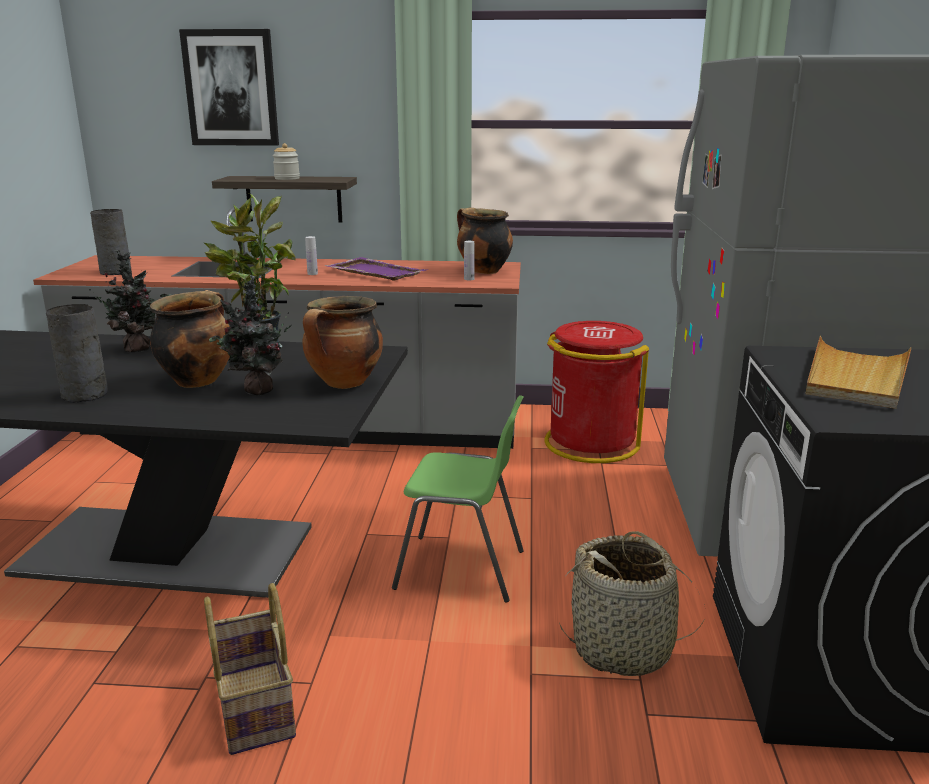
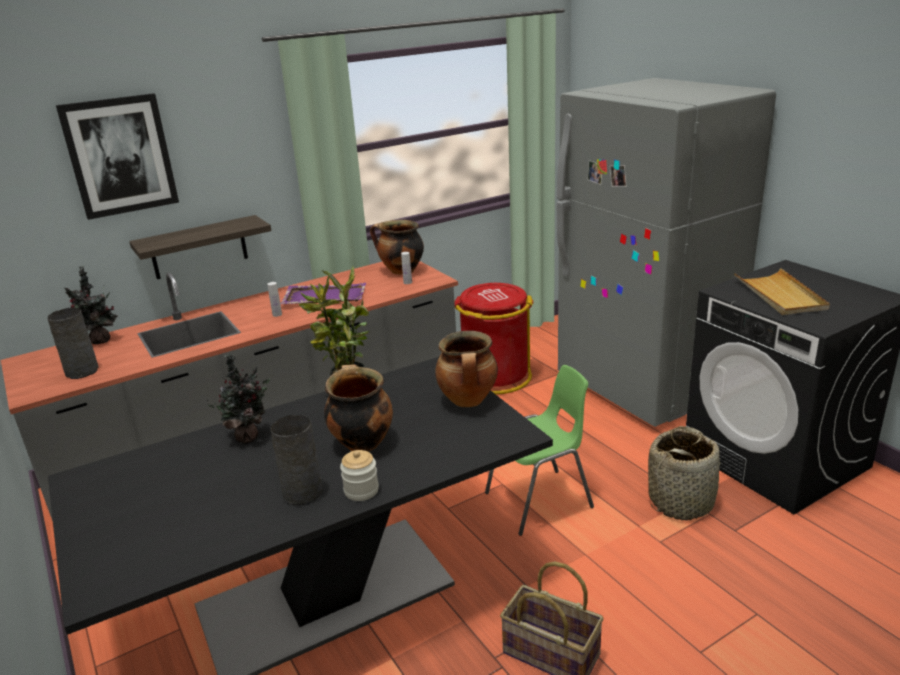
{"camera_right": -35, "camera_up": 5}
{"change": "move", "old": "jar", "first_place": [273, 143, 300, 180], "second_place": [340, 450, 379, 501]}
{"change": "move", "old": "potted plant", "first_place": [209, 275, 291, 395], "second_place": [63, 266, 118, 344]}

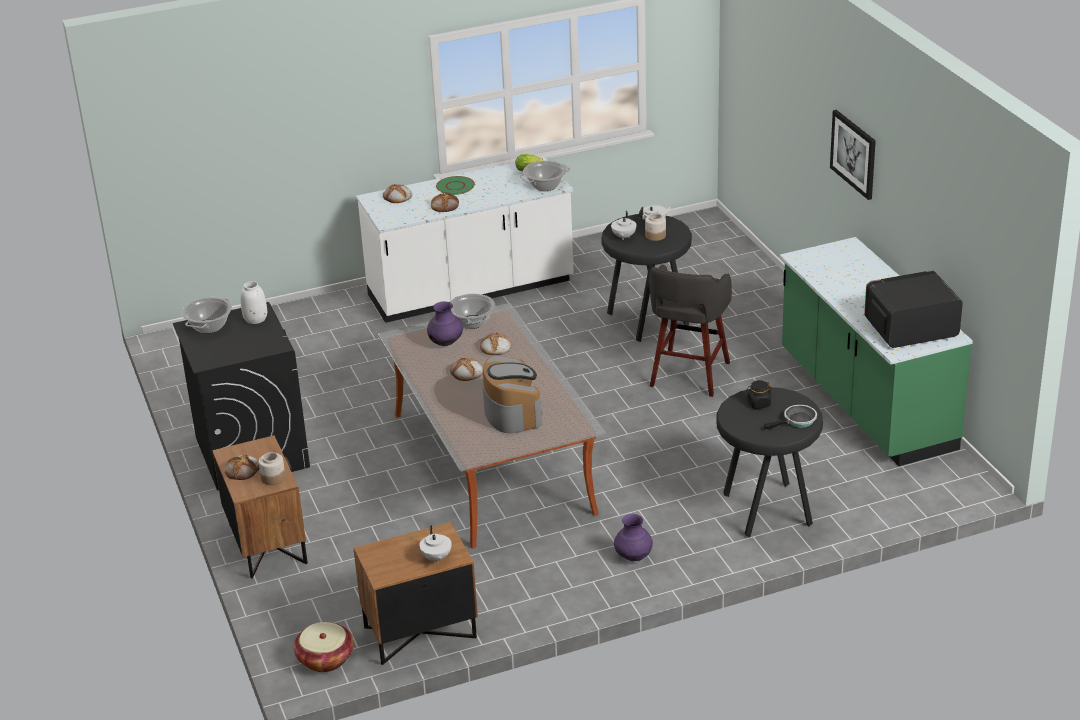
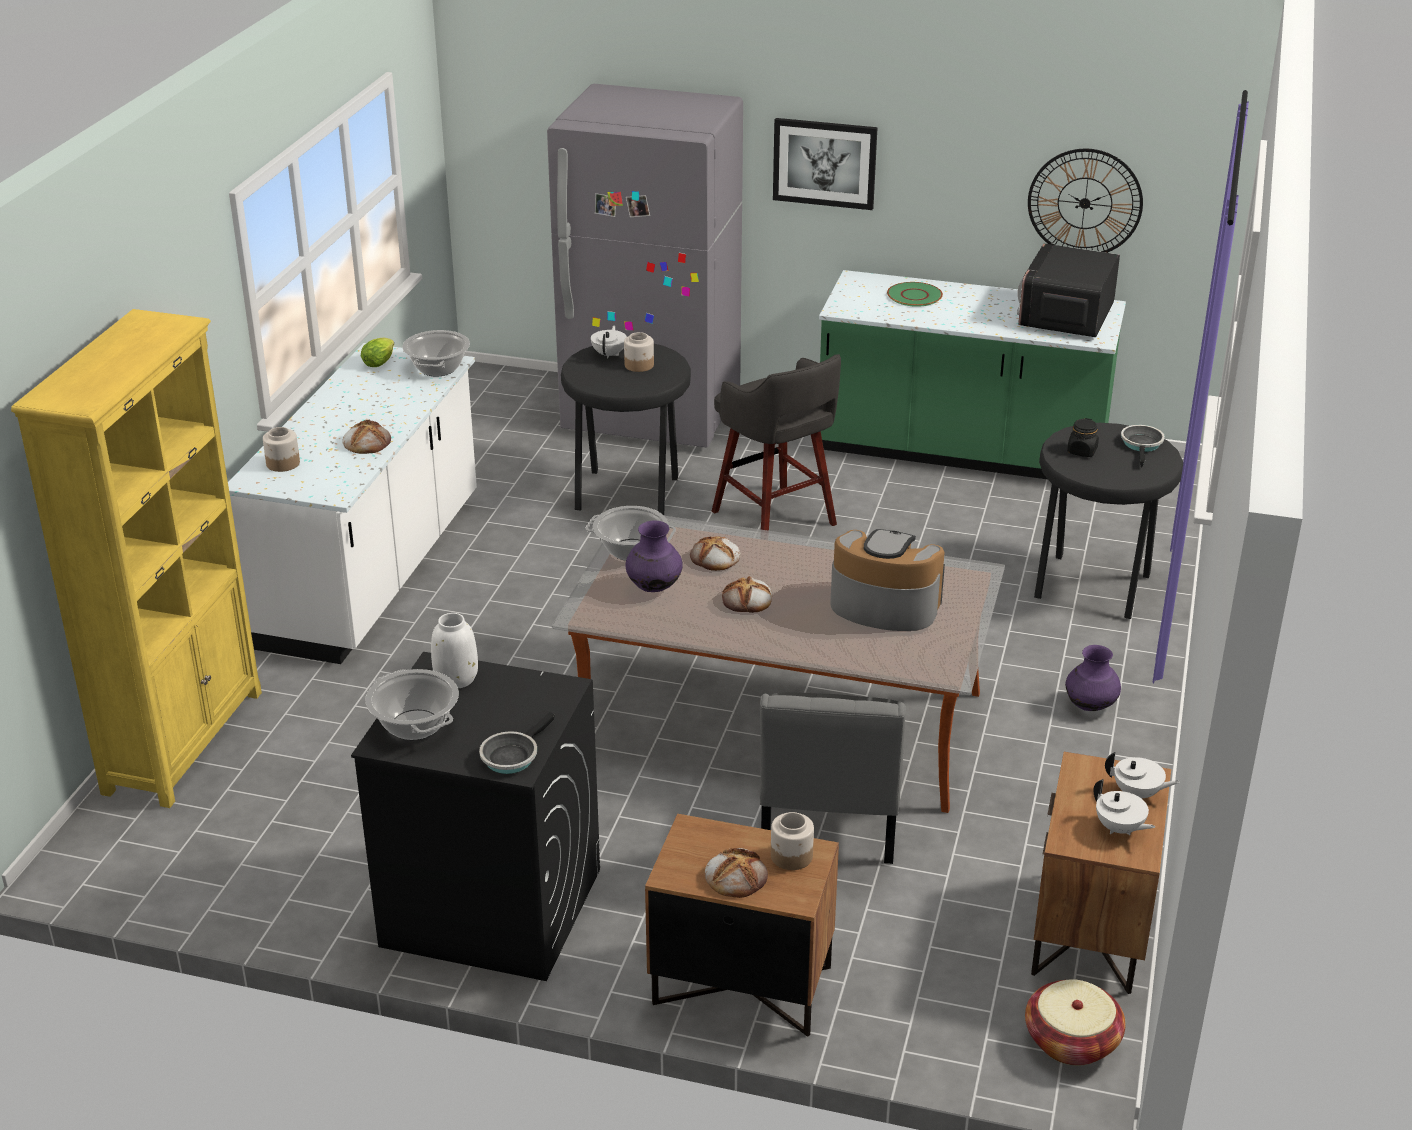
{"camera_right": -55, "camera_up": 0}
{"change": "move", "old": "green plate", "first_place": [436, 176, 475, 195], "second_place": [887, 282, 943, 307]}
{"change": "replace", "old": "bread", "new": "jar", "first_place": [383, 184, 412, 203], "second_place": [263, 427, 300, 472]}
{"change": "move", "old": "white teapot", "first_place": [611, 211, 637, 240], "second_place": [1093, 779, 1155, 835]}
{"change": "insert", "new": "grey fridge", "second_place": [547, 84, 743, 448]}
{"change": "insert", "new": "wall clock", "second_place": [1028, 149, 1143, 253]}
{"change": "insert", "new": "yellow bookcase", "second_place": [11, 309, 262, 808]}
{"change": "insert", "new": "grey chair", "second_place": [760, 692, 906, 864]}
{"change": "insert", "new": "frying pan", "second_place": [479, 712, 554, 774]}

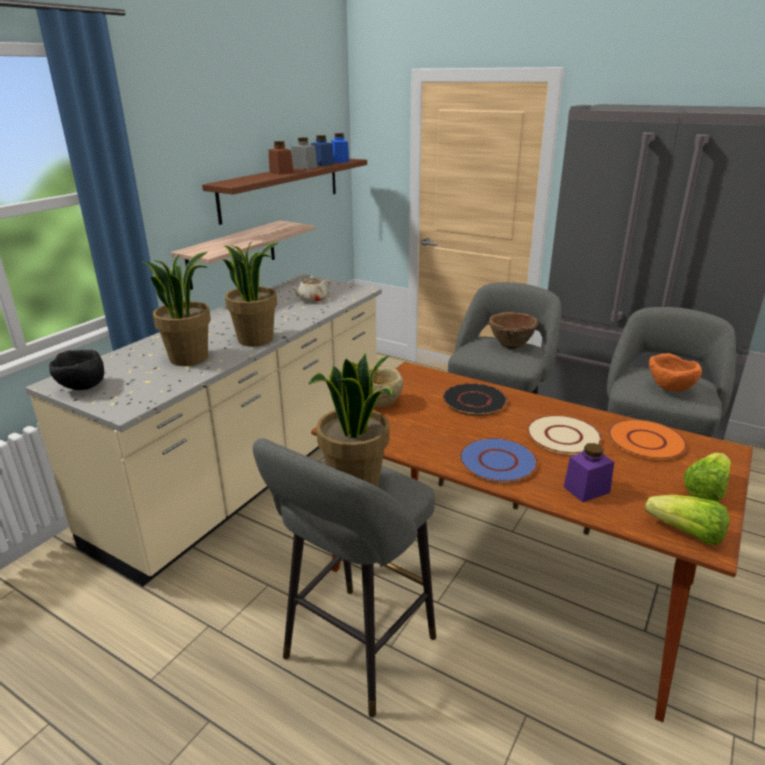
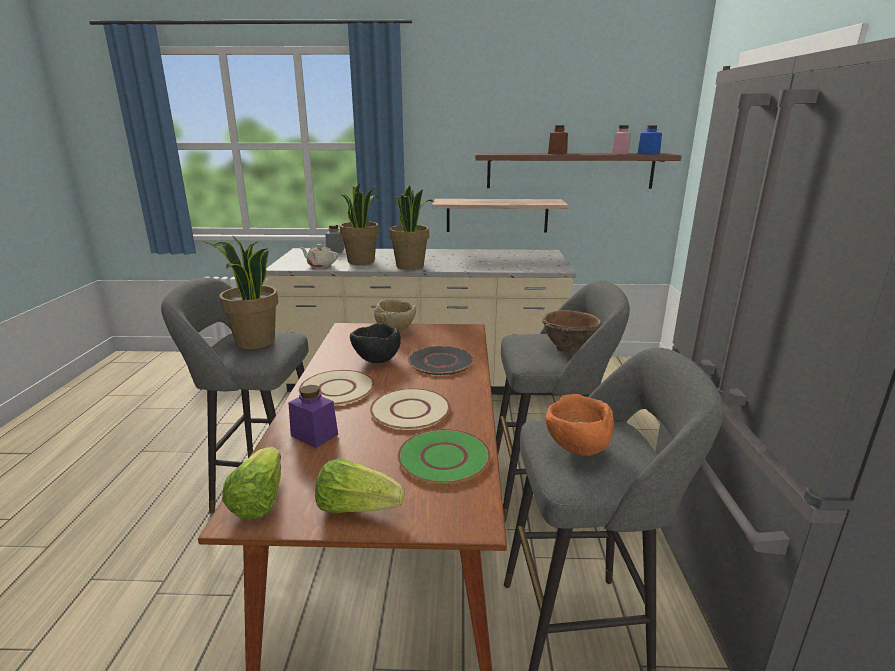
{"camera_right": 60, "camera_up": -5}
{"change": "recolor", "old": "blue jar", "new": "pink jar", "first_place": [311, 135, 334, 166], "second_place": [612, 125, 631, 154]}
{"change": "move", "old": "grey jar", "first_place": [292, 138, 317, 169], "second_place": [325, 225, 344, 253]}
{"change": "move", "old": "beige teapot", "first_place": [291, 277, 331, 302], "second_place": [300, 244, 339, 268]}
{"change": "move", "old": "black bowl", "first_place": [49, 349, 104, 390], "second_place": [350, 323, 401, 363]}
{"change": "recolor", "old": "orange plate", "new": "green plate", "first_place": [608, 419, 687, 460], "second_place": [397, 429, 491, 484]}
{"change": "recolor", "old": "blue plate", "new": "beige plate", "first_place": [459, 438, 538, 483], "second_place": [299, 370, 374, 406]}

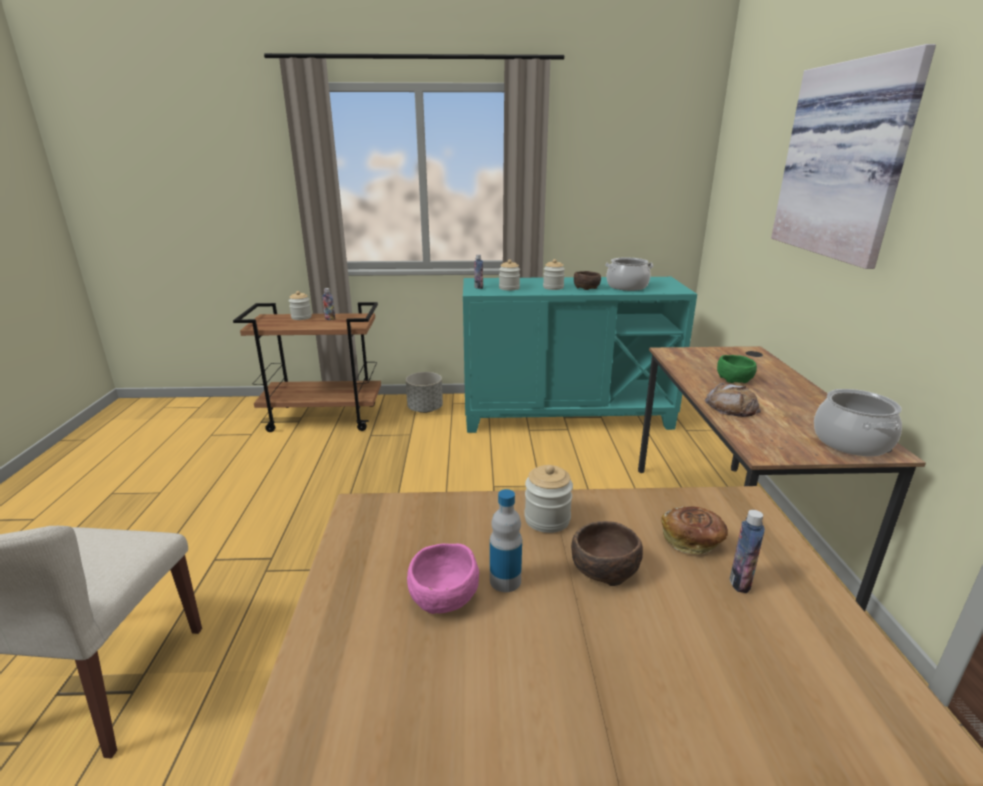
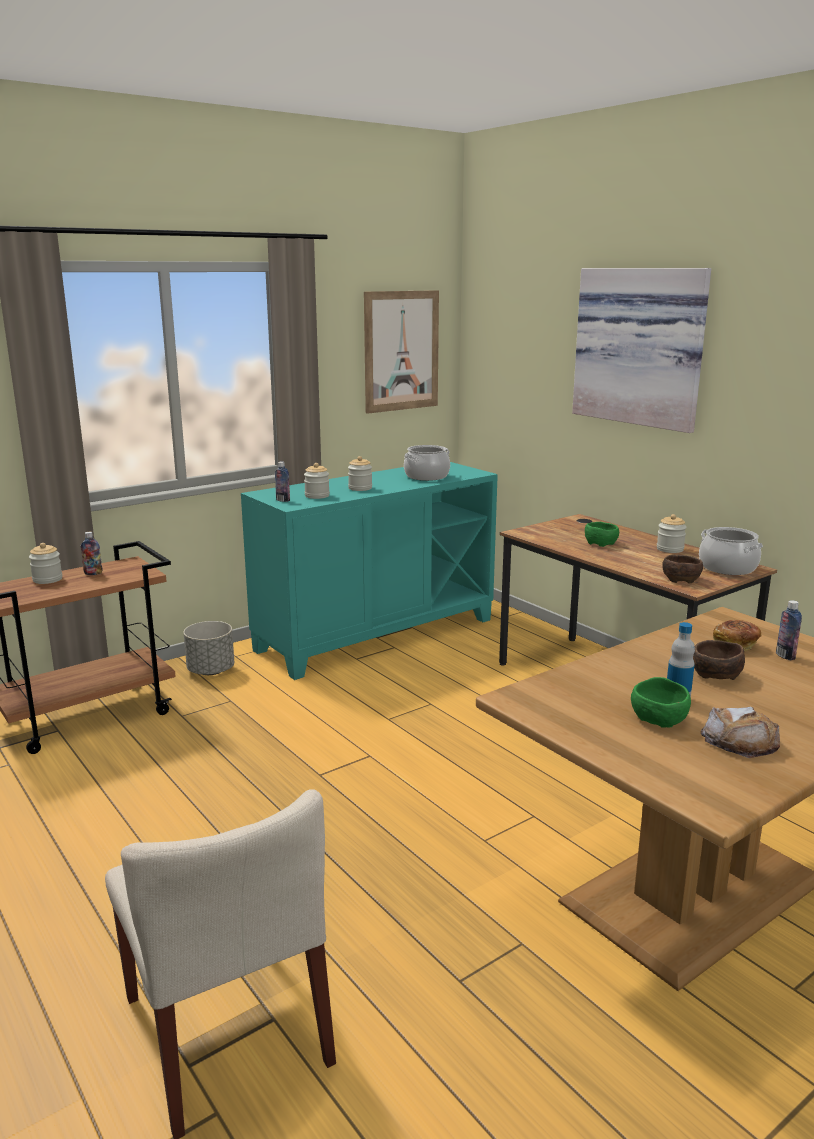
{"camera_right": -35, "camera_up": -5}
{"change": "move", "old": "brown bowl", "first_place": [574, 271, 601, 290], "second_place": [662, 555, 703, 583]}
{"change": "move", "old": "bread", "first_place": [705, 383, 761, 417], "second_place": [701, 707, 780, 758]}
{"change": "move", "old": "jar", "first_place": [524, 465, 573, 533], "second_place": [657, 514, 687, 553]}
{"change": "recolor", "old": "pink bowl", "new": "green bowl", "first_place": [407, 544, 479, 614], "second_place": [631, 677, 691, 728]}
{"change": "insert", "new": "picture", "second_place": [364, 290, 439, 414]}

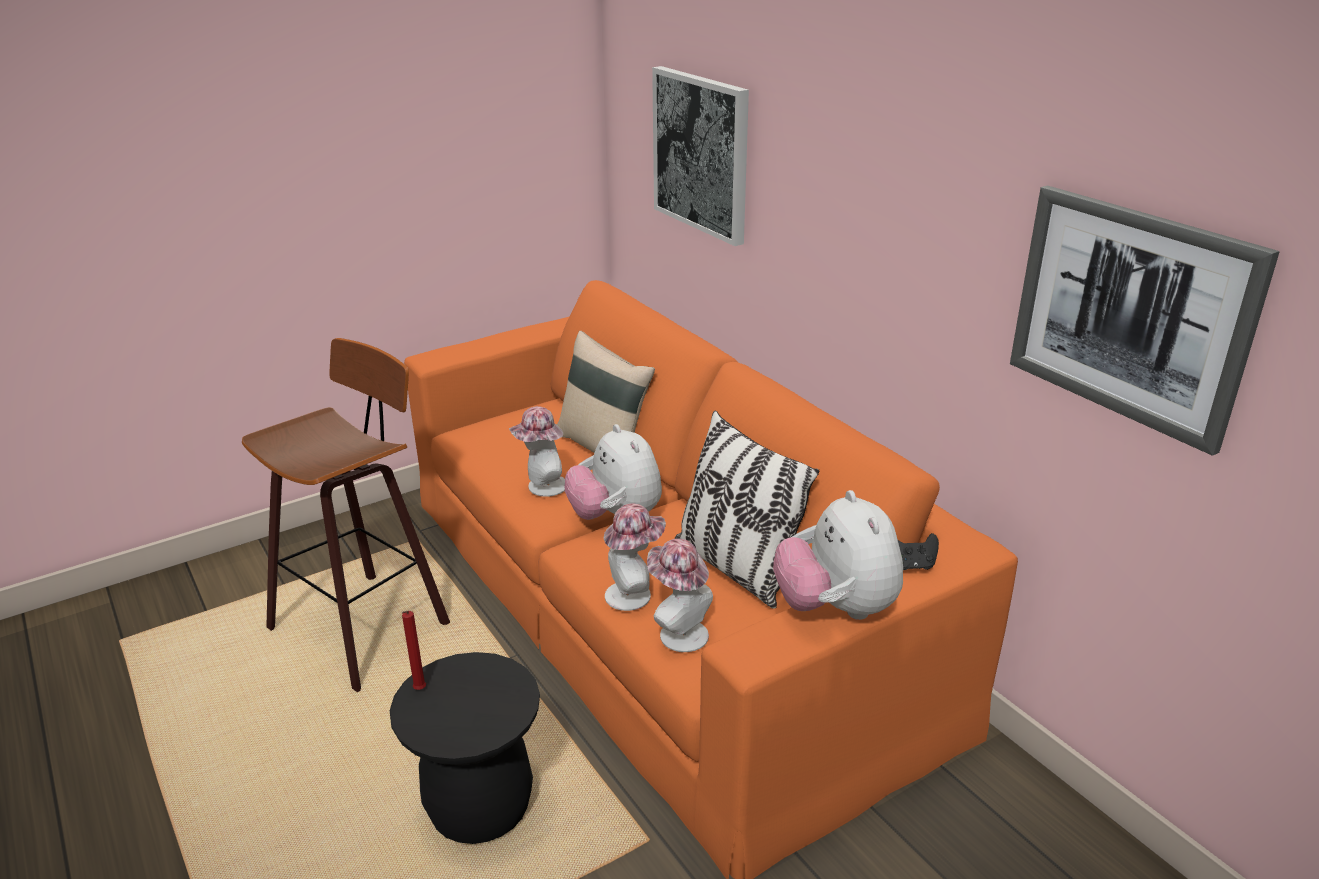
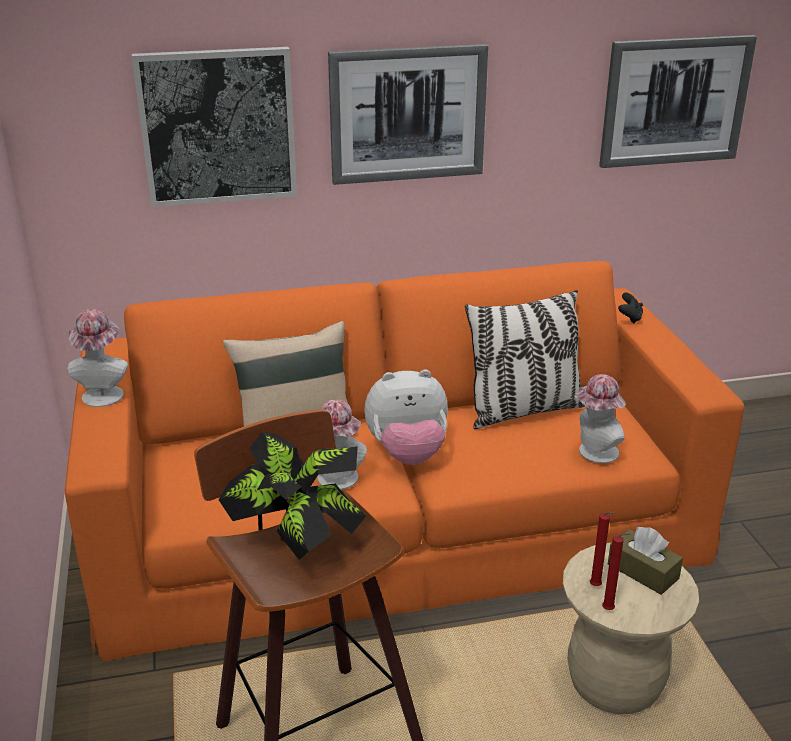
{"camera_right": -70, "camera_up": 0}
{"change": "delete", "old": "plush toy", "first_place": [773, 490, 903, 620]}
{"change": "move", "old": "hat", "first_place": [604, 503, 666, 611], "second_place": [68, 309, 128, 407]}
{"change": "recolor", "old": "black stool", "new": "beige stool", "first_place": [390, 652, 540, 844], "second_place": [563, 542, 699, 714]}
{"change": "insert", "new": "picture", "second_place": [328, 44, 488, 185]}
{"change": "insert", "new": "potted plant", "second_place": [219, 432, 367, 560]}
{"change": "insert", "new": "red candle", "second_place": [590, 512, 615, 586]}
{"change": "insert", "new": "brown tissue box", "second_place": [608, 527, 683, 595]}

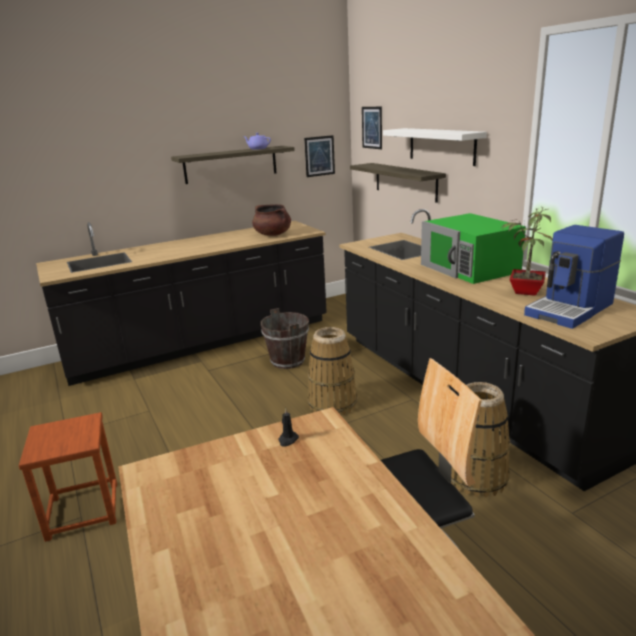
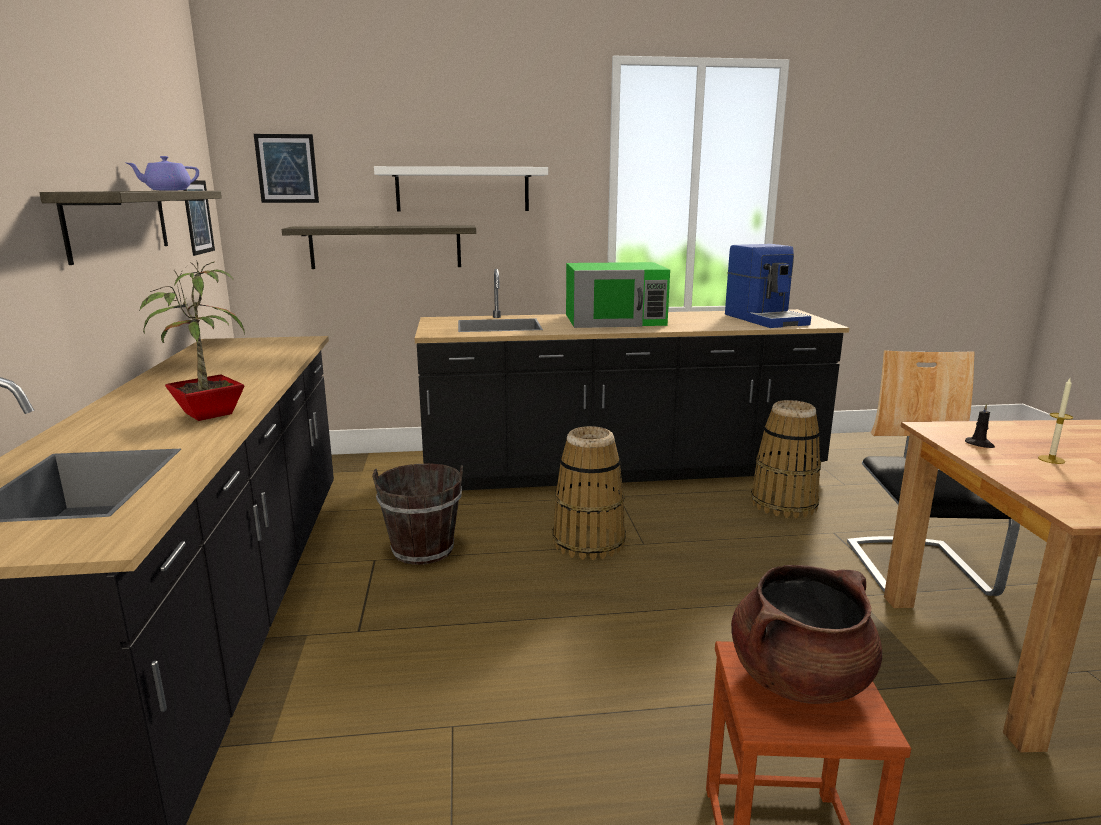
{"camera_right": -70, "camera_up": -5}
{"change": "move", "old": "brown cooking pot", "first_place": [252, 204, 291, 236], "second_place": [731, 565, 882, 704]}
{"change": "move", "old": "potted plant", "first_place": [501, 207, 553, 296], "second_place": [140, 260, 245, 421]}
{"change": "insert", "new": "candle", "second_place": [1038, 379, 1073, 464]}

